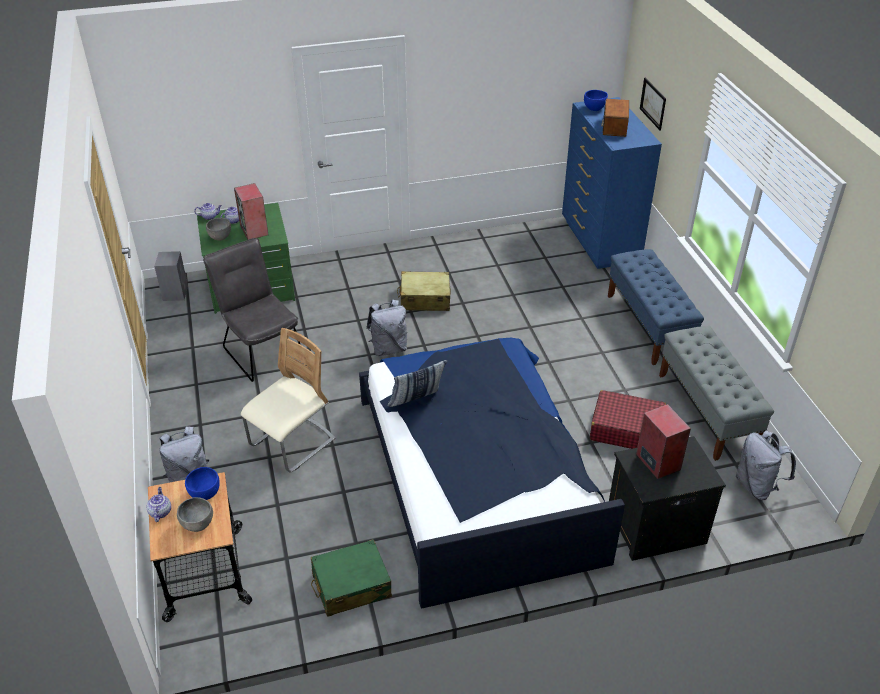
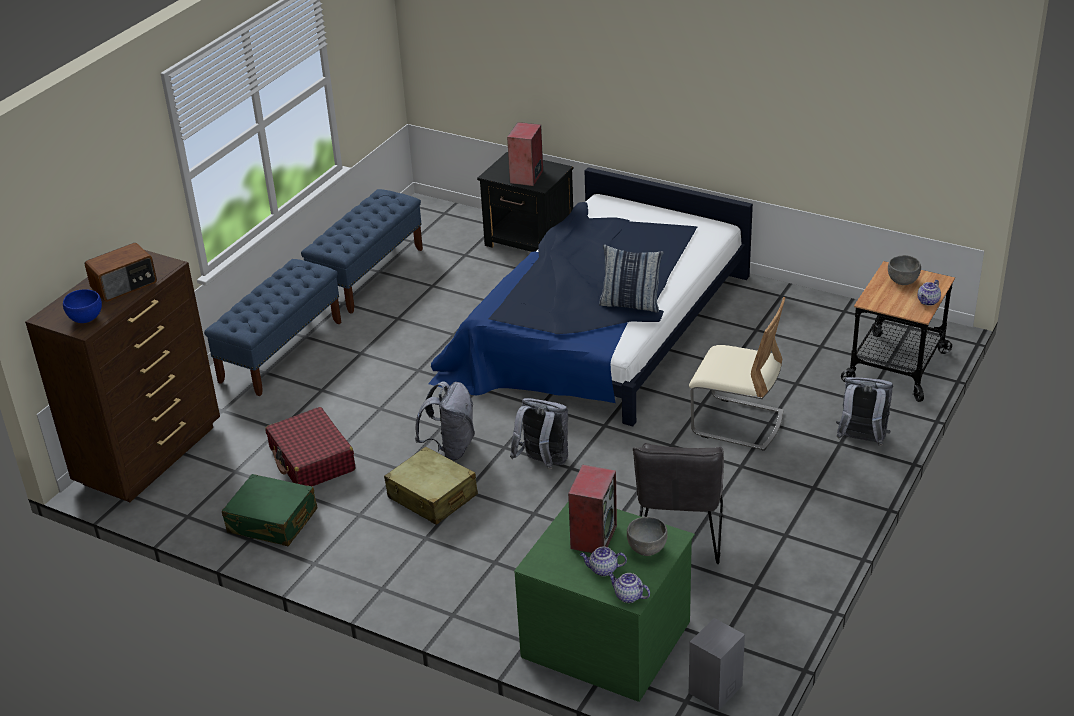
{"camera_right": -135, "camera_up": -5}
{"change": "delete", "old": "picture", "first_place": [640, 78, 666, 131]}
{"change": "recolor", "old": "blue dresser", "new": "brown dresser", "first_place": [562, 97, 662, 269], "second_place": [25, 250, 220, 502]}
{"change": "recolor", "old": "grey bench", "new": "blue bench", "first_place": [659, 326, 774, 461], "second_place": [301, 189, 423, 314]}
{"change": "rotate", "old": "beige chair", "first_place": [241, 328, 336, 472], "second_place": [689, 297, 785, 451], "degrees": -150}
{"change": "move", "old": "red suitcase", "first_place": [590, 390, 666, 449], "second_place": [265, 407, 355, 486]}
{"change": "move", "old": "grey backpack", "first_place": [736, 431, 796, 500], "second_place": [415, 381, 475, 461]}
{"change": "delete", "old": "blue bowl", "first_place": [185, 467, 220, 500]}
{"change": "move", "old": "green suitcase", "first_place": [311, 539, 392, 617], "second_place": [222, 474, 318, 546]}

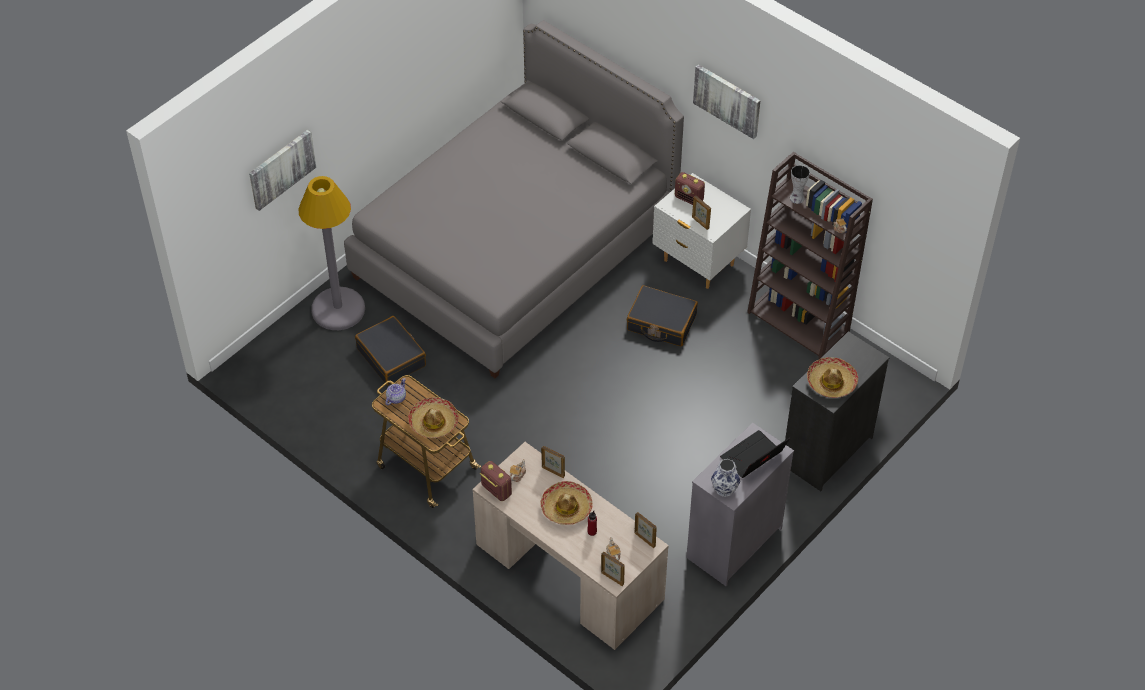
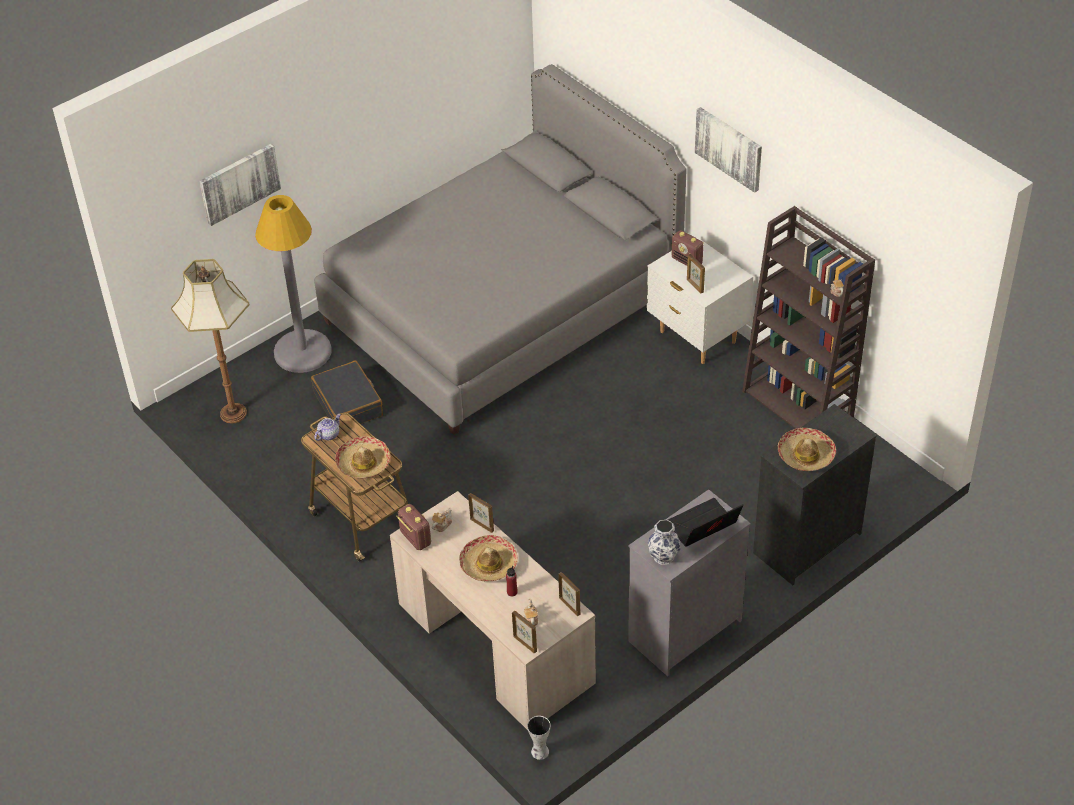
{"camera_right": 10, "camera_up": -5}
{"change": "move", "old": "vase", "first_place": [790, 165, 810, 204], "second_place": [527, 716, 551, 760]}
{"change": "delete", "old": "black suitcase", "first_place": [627, 285, 698, 346]}
{"change": "insert", "new": "floor lamp", "second_place": [171, 259, 249, 424]}

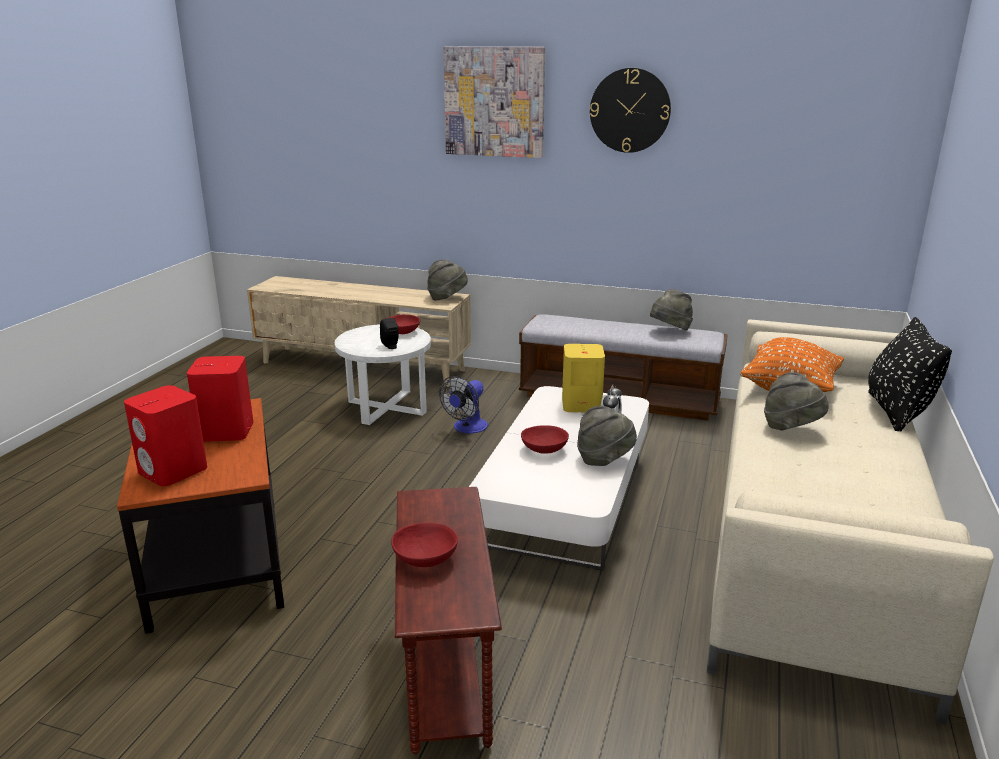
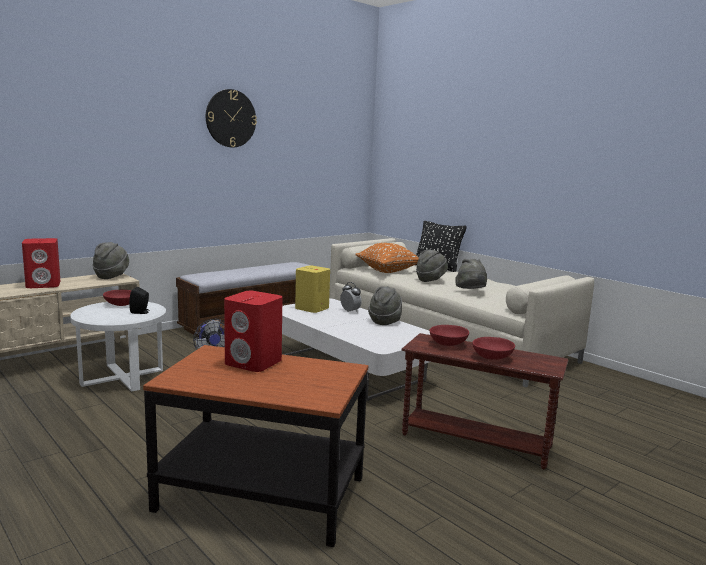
{"camera_right": -60, "camera_up": -10}
{"change": "delete", "old": "picture", "first_place": [443, 47, 545, 158]}
{"change": "move", "old": "grey hat", "first_place": [650, 289, 693, 330], "second_place": [455, 259, 487, 289]}
{"change": "move", "old": "red speaker", "first_place": [124, 385, 207, 486], "second_place": [22, 238, 60, 288]}
{"change": "move", "old": "red bowl", "first_place": [521, 425, 569, 454], "second_place": [430, 325, 469, 346]}

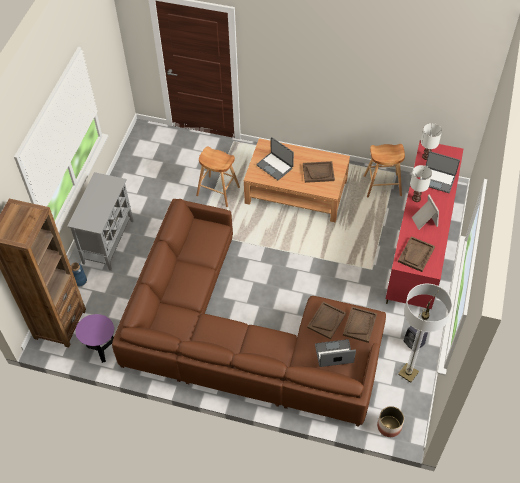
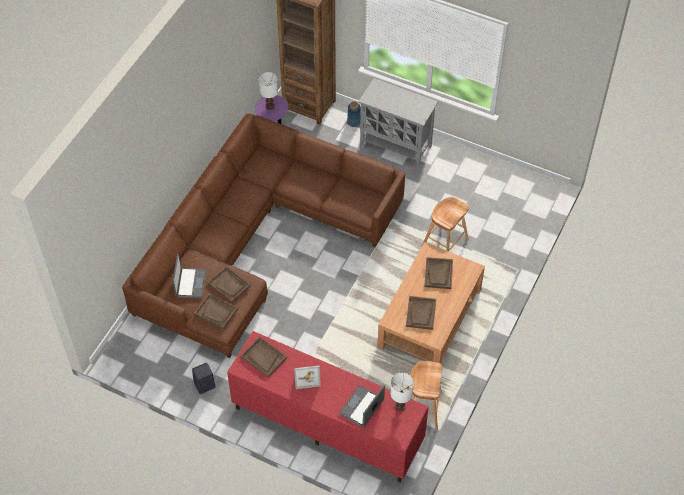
{"camera_right": 100, "camera_up": 0}
{"change": "replace", "old": "laptop", "new": "brown tray", "first_place": [256, 137, 294, 180], "second_place": [424, 257, 453, 289]}
{"change": "move", "old": "white table lamp", "first_place": [410, 165, 432, 202], "second_place": [259, 72, 278, 109]}
{"change": "delete", "old": "floor lamp", "first_place": [398, 284, 452, 383]}
{"change": "delete", "old": "planter", "first_place": [377, 406, 404, 437]}

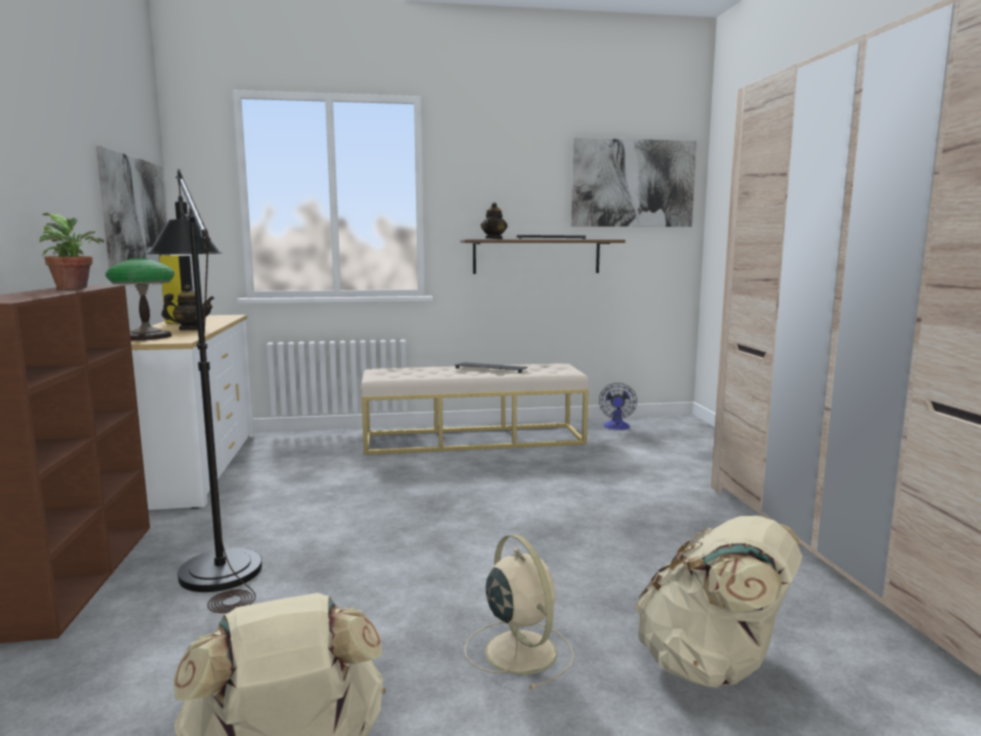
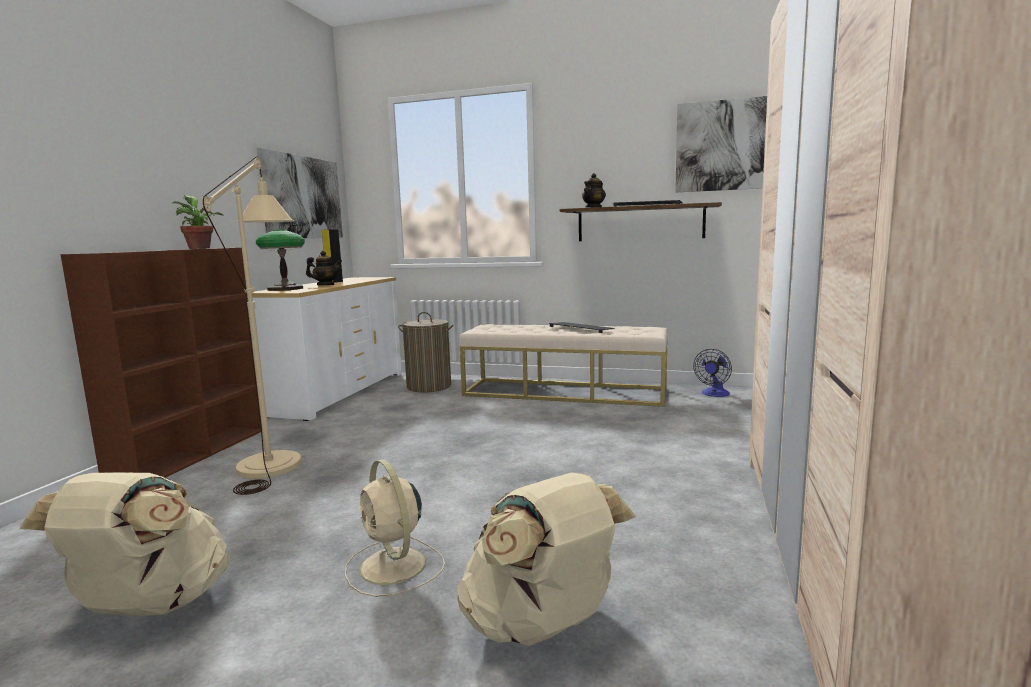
{"camera_right": 25, "camera_up": 0}
{"change": "recolor", "old": "black floor lamp", "new": "beige floor lamp", "first_place": [147, 169, 262, 613], "second_place": [202, 156, 301, 495]}
{"change": "rotate", "old": "beige fan", "first_place": [464, 534, 574, 690], "second_place": [345, 459, 445, 597], "degrees": 150}
{"change": "insert", "new": "laundry basket", "second_place": [398, 312, 454, 393]}

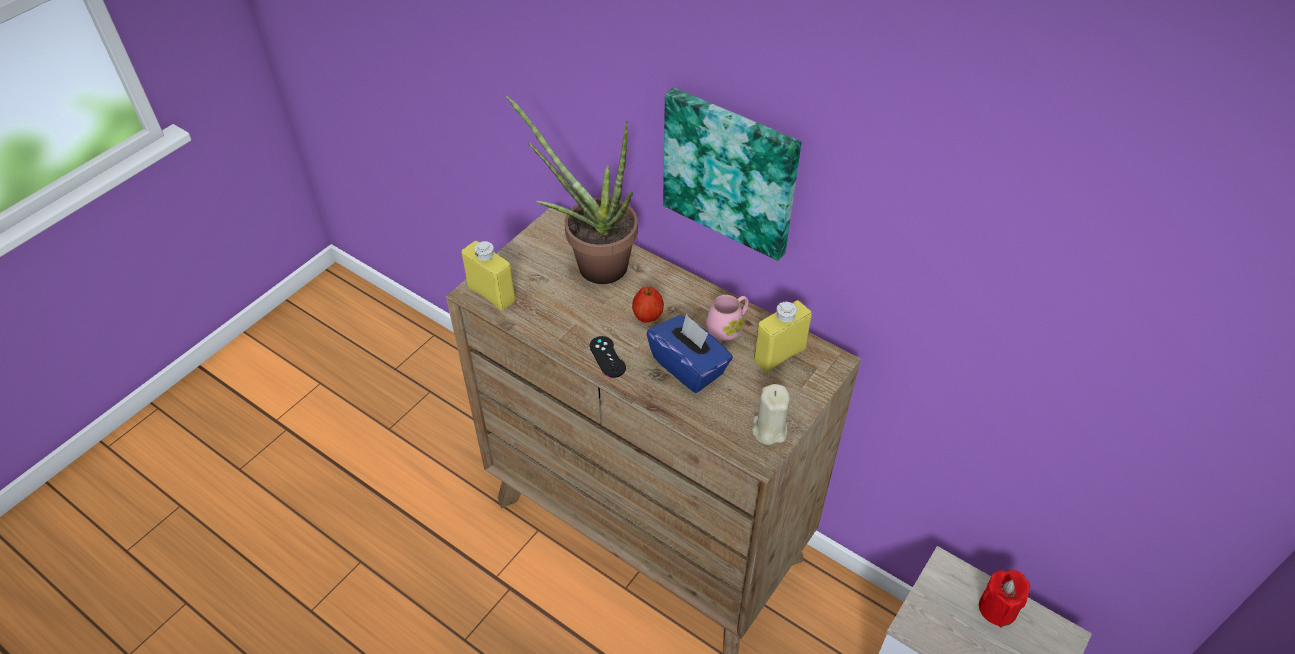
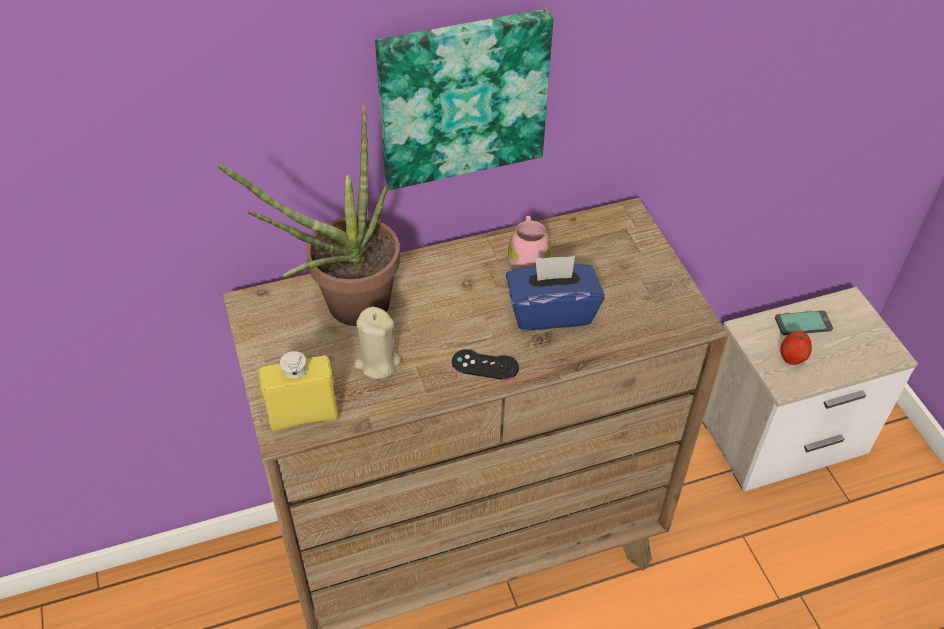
{"camera_right": -55, "camera_up": 0}
{"change": "move", "old": "apple", "first_place": [632, 286, 664, 323], "second_place": [780, 331, 812, 365]}
{"change": "delete", "old": "yellow bottle", "first_place": [754, 300, 812, 372]}
{"change": "move", "old": "beige candle", "first_place": [752, 384, 790, 445], "second_place": [354, 307, 401, 379]}
{"change": "replace", "old": "red candle", "new": "phone", "first_place": [979, 570, 1030, 628], "second_place": [775, 310, 833, 335]}

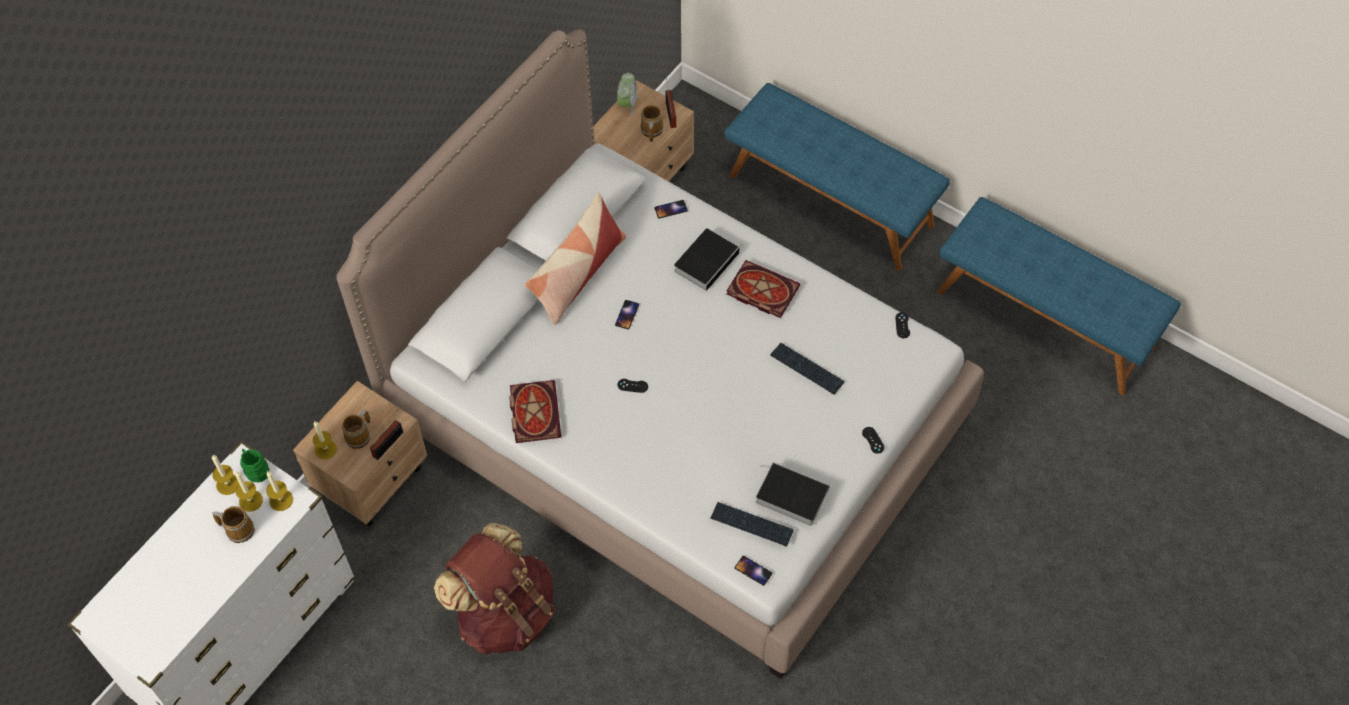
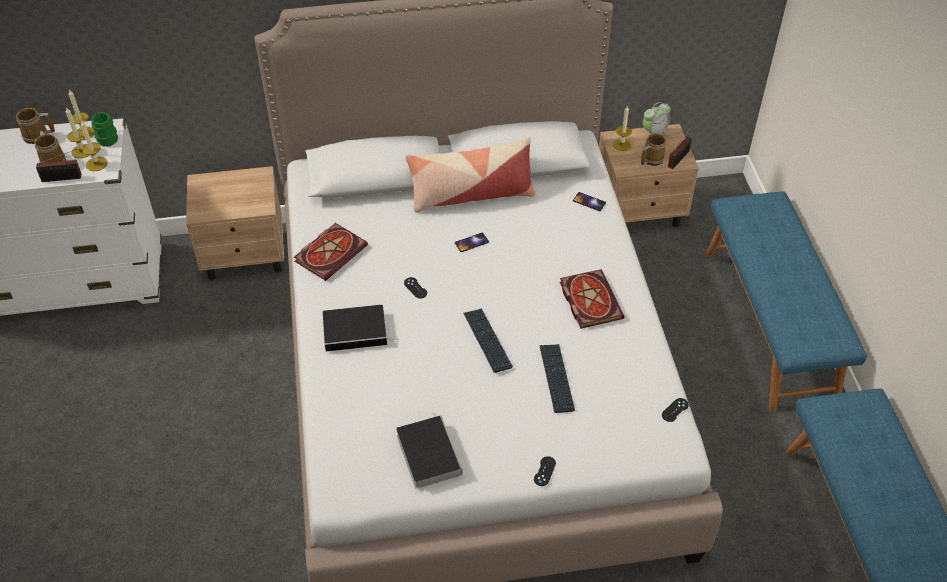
{"camera_right": 45, "camera_up": -10}
{"change": "move", "old": "book", "first_place": [674, 228, 743, 291], "second_place": [323, 305, 394, 352]}
{"change": "move", "old": "mug", "first_place": [342, 409, 370, 449], "second_place": [16, 108, 55, 144]}
{"change": "move", "old": "radio", "first_place": [370, 410, 403, 460], "second_place": [36, 149, 81, 182]}
{"change": "move", "old": "candle", "first_place": [313, 421, 337, 459], "second_place": [613, 106, 632, 151]}
{"change": "move", "old": "keyboard", "first_place": [710, 502, 794, 547], "second_place": [464, 308, 513, 373]}
{"change": "delete", "old": "brown backpack", "first_place": [434, 523, 555, 655]}
{"change": "delete", "old": "phone", "first_place": [735, 556, 772, 586]}

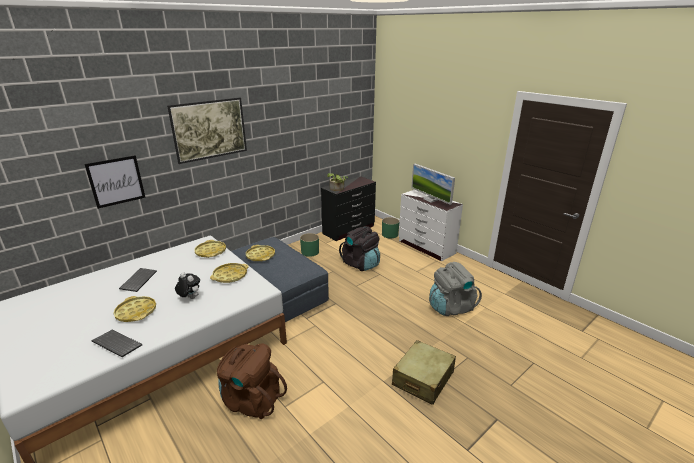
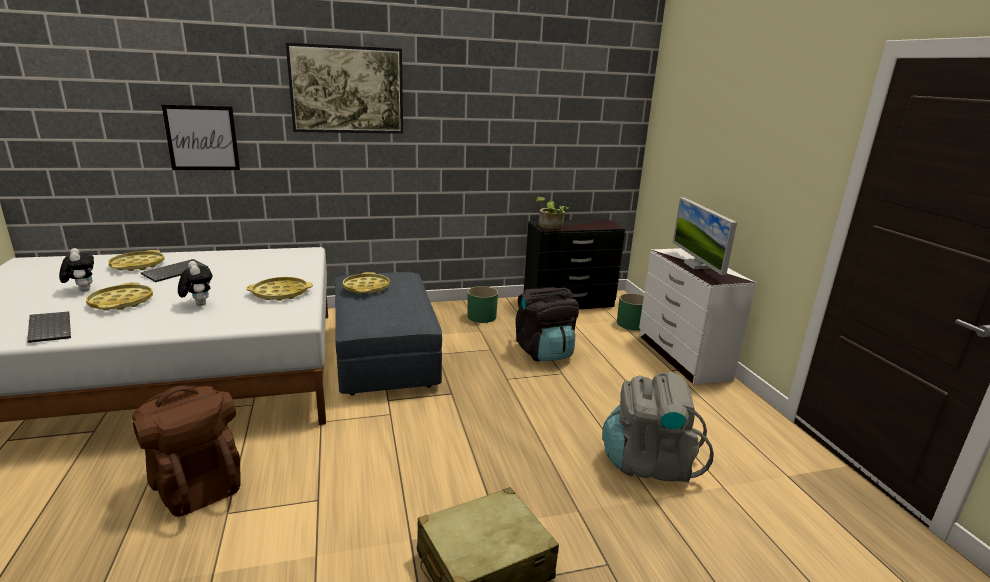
{"camera_right": 25, "camera_up": -5}
{"change": "move", "old": "yellow tray", "first_place": [195, 240, 226, 258], "second_place": [108, 250, 164, 271]}
{"change": "insert", "new": "plush toy", "second_place": [59, 248, 94, 292]}

